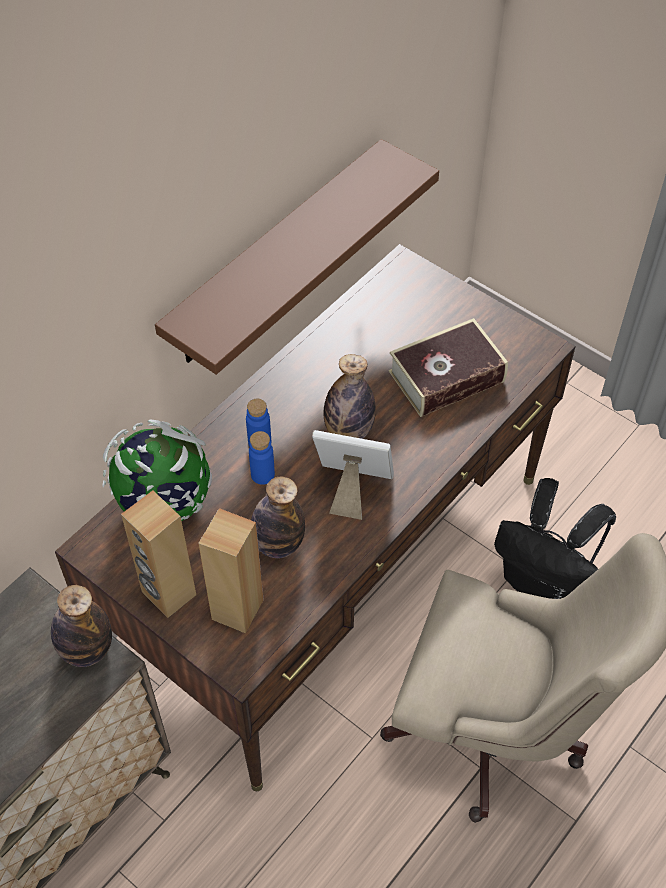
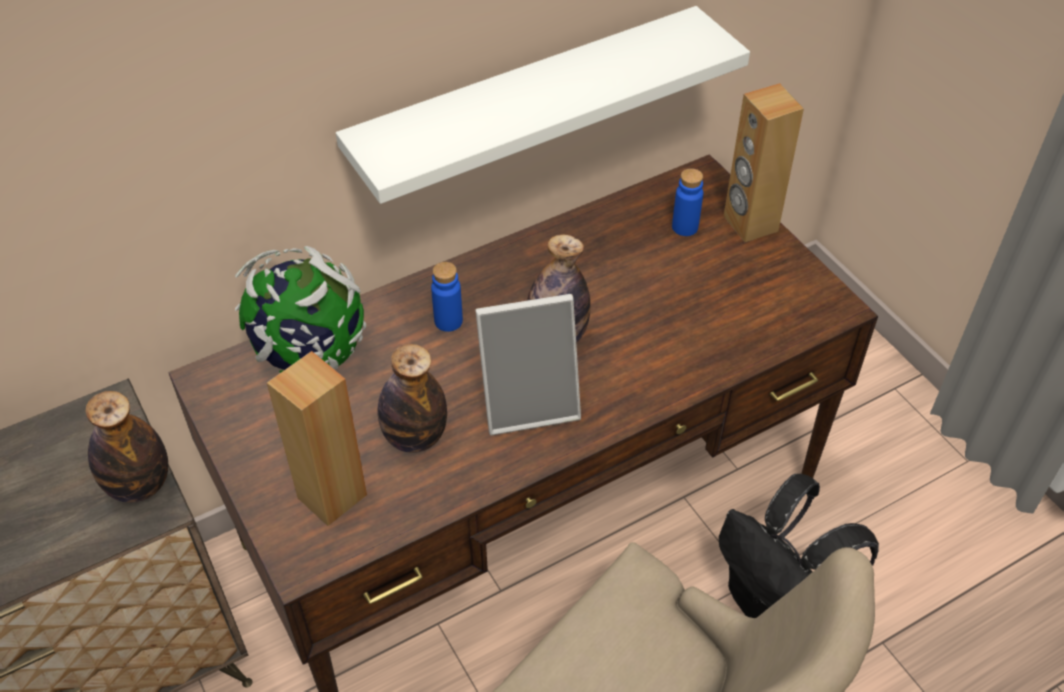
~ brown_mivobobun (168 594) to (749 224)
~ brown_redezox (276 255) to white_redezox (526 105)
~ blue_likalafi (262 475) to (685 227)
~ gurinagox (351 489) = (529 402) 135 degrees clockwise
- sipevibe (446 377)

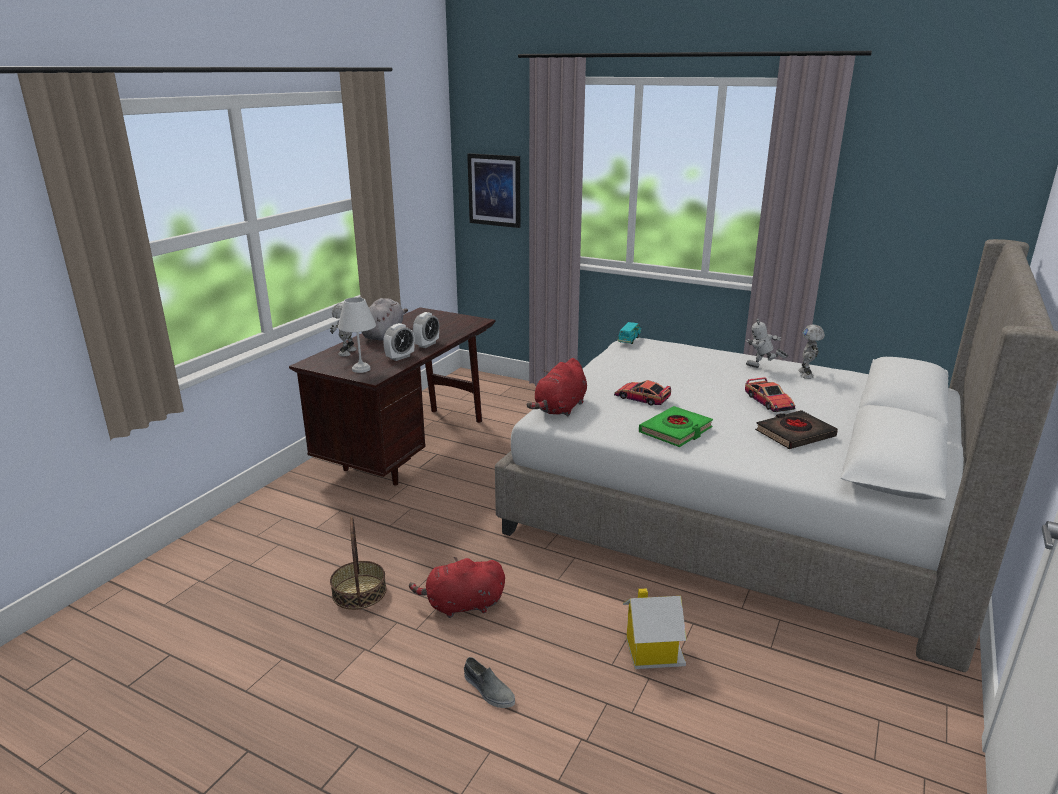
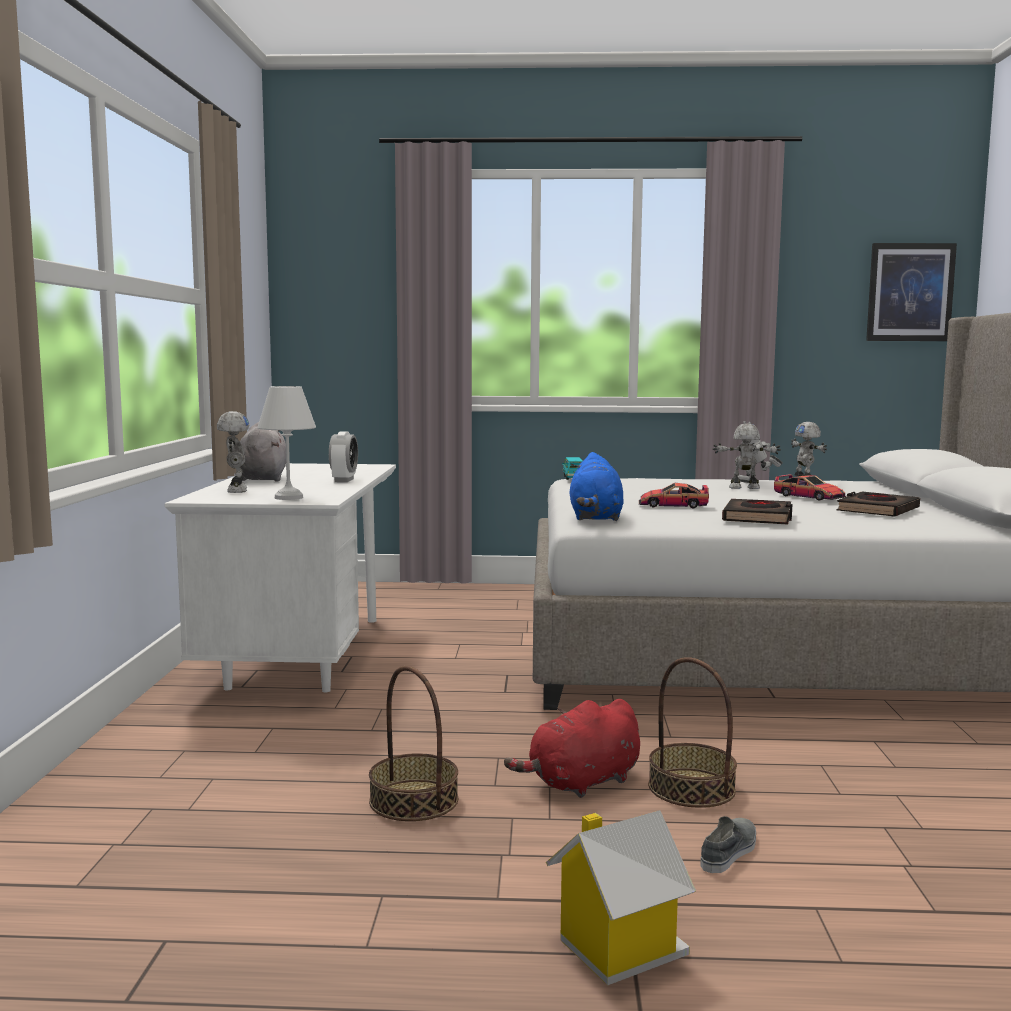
~ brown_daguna (408 449) to white_daguna (302 657)
- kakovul (400 357)
~ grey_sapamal (488 690) = (729 851) 75 degrees counterclockwise
~ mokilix (494 190) to (910 292)
~ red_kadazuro (560 409) to blue_kadazuro (595 518)
~ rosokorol (651 652) to (618 948)
~ green_sipevibe (676 431) to black_sipevibe (758 518)
+ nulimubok (691 788)
+ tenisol (744 488)

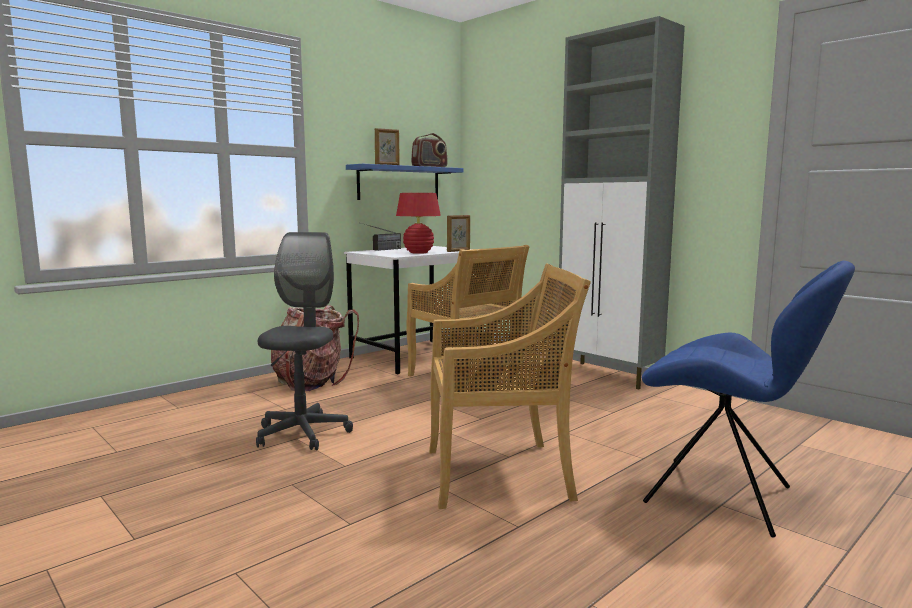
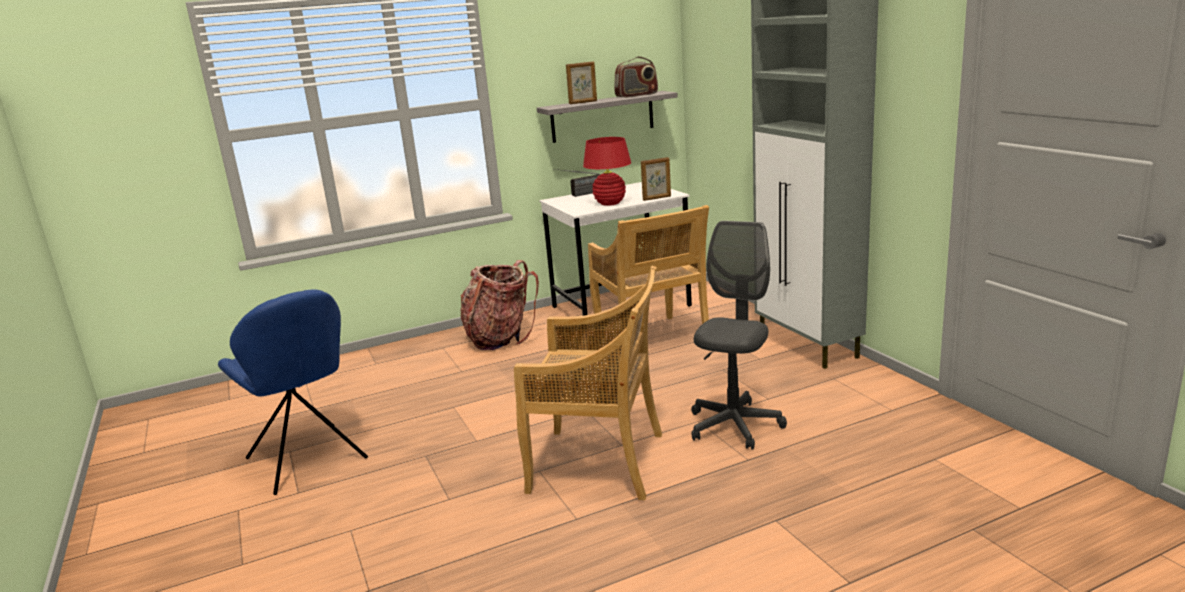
~ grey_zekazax (302 433) to (734 426)
~ blue_redezox (399 183) to grey_redezox (602 117)
~ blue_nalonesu (724 497) to (308 460)

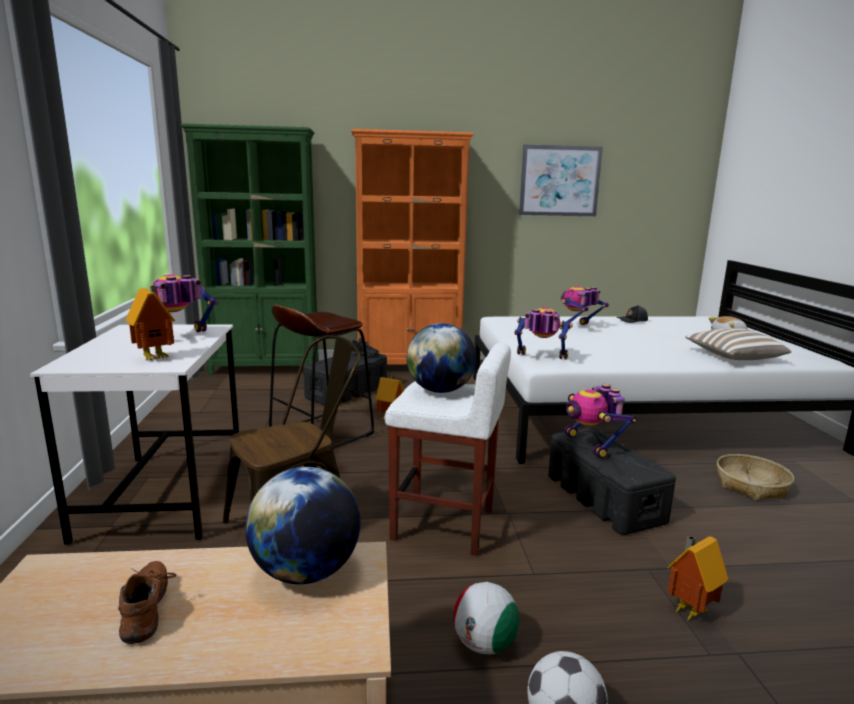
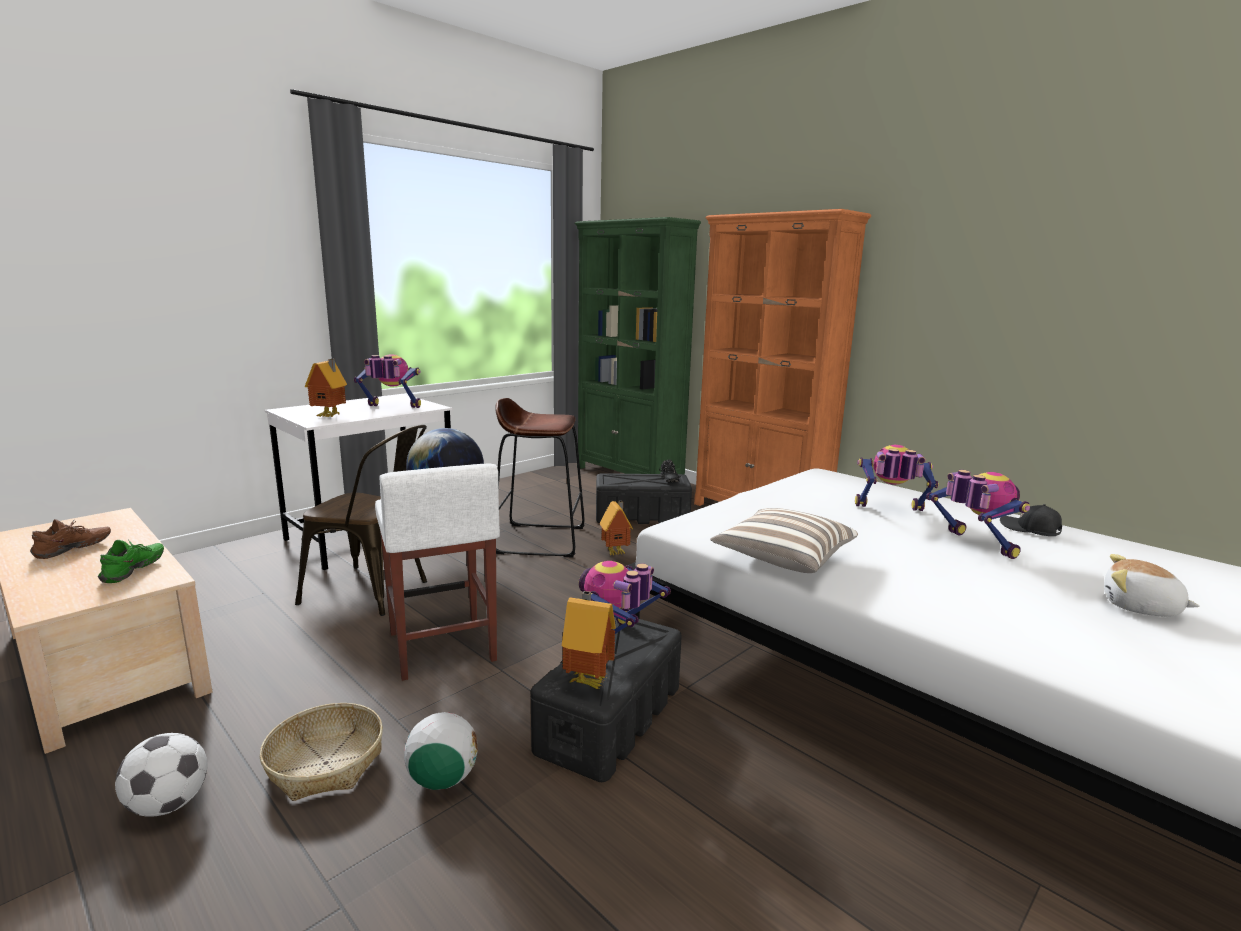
~ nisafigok (306 571) to green_sapamal (135 570)
~ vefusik (484 644) to (443 780)
~ tenisol (540 358) to (973 546)
- mokilix (559 181)
~ rosokorol (688 610) to (588 680)
~ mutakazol (733 357) to (782 558)
~ nulimubok (751 486) to (325 764)

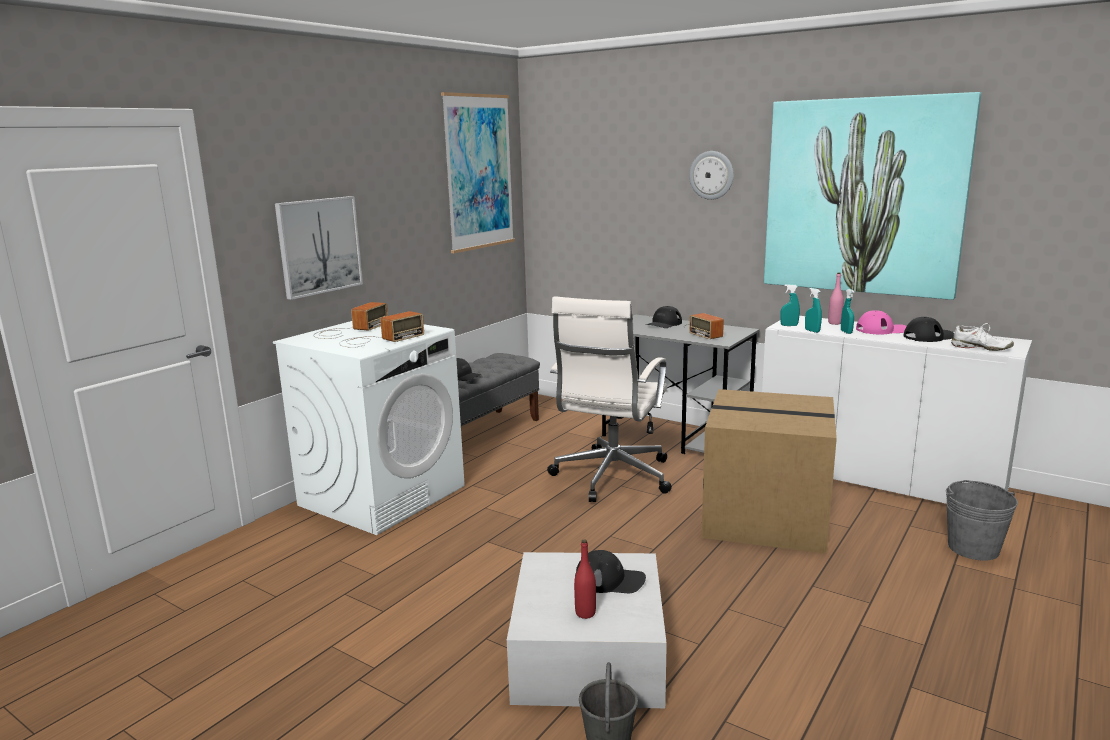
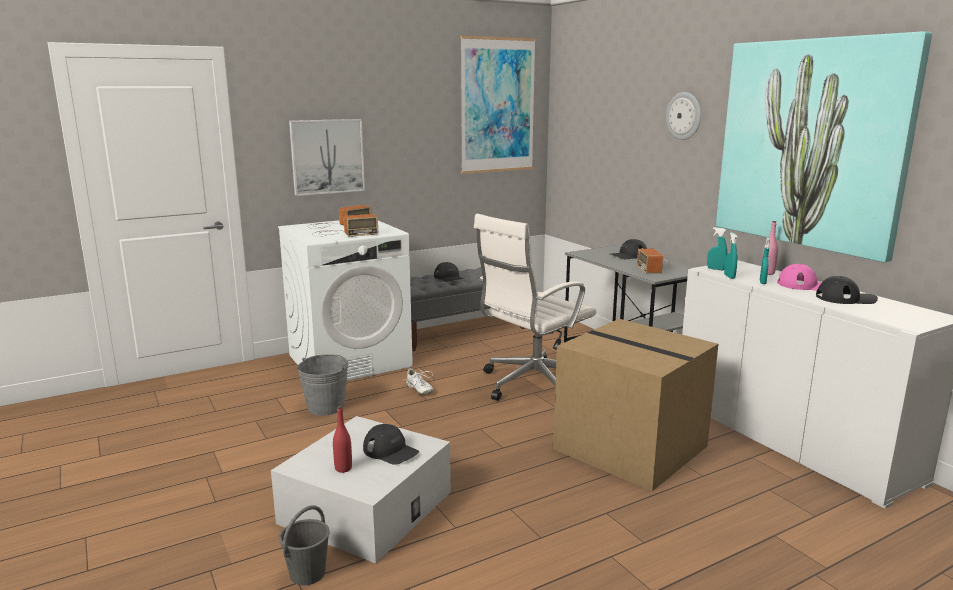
~ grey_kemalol (973 548) to (326 407)
~ white_sapamal (980 348) to (419 389)

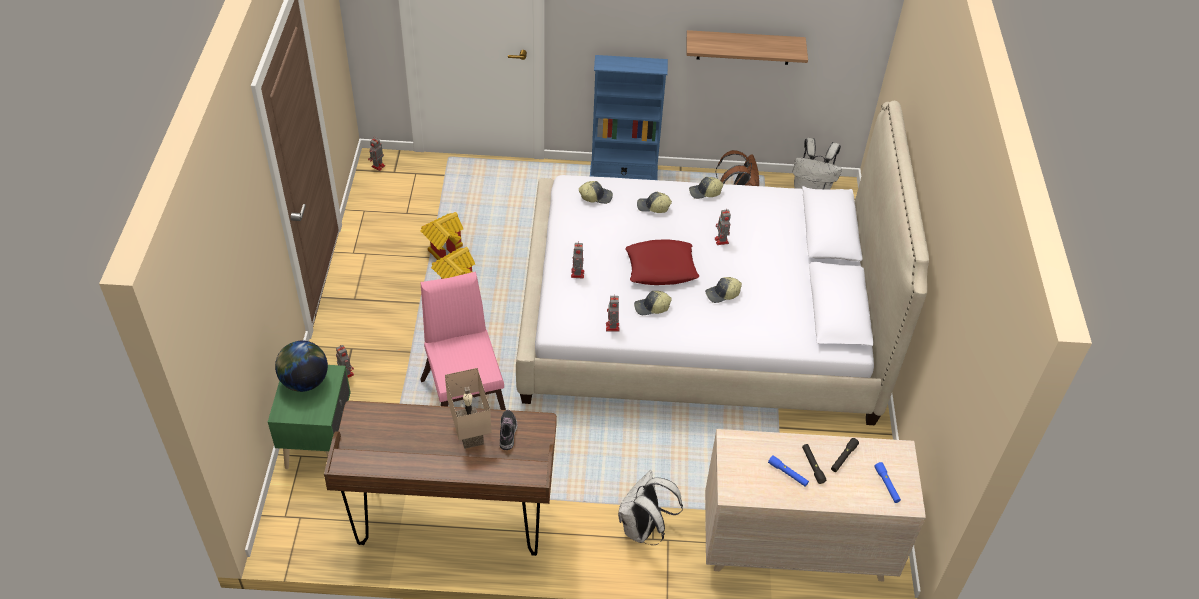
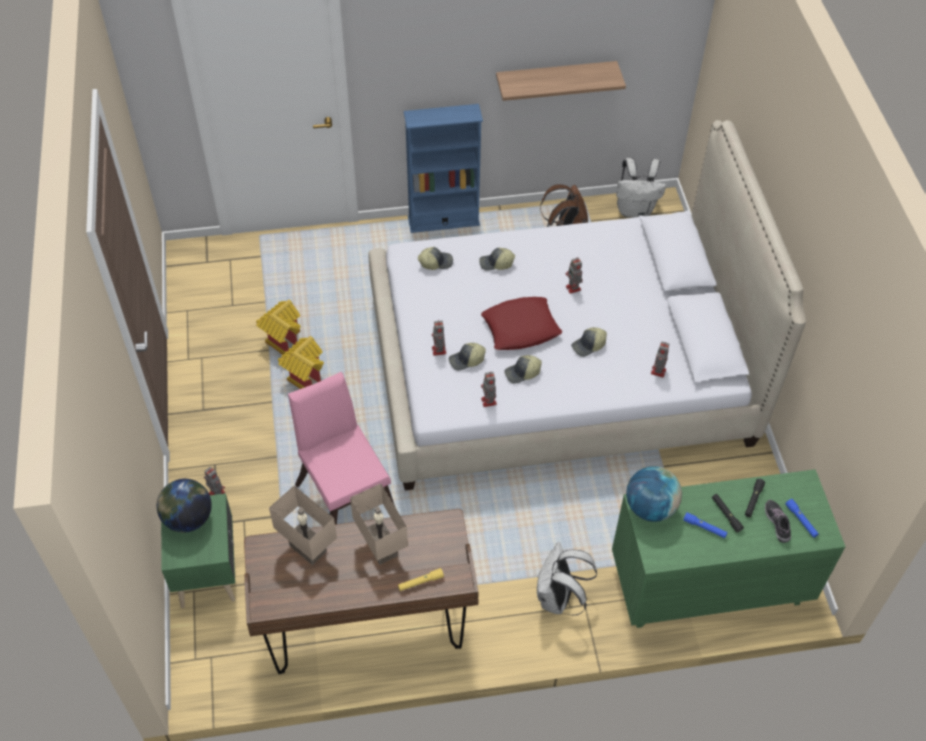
~ tenisol (377 166) to (658 372)
~ sapamal (507 432) to (777 523)
~ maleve (705 192) to (466 360)
~ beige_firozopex (795 545) to green_firozopex (708 585)
+ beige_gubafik (310 548)
+ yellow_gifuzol (420 582)
+ nisafigok (650 508)

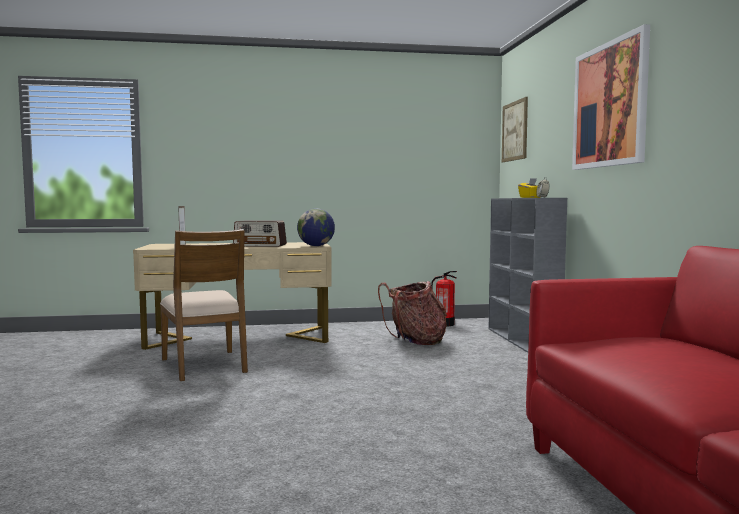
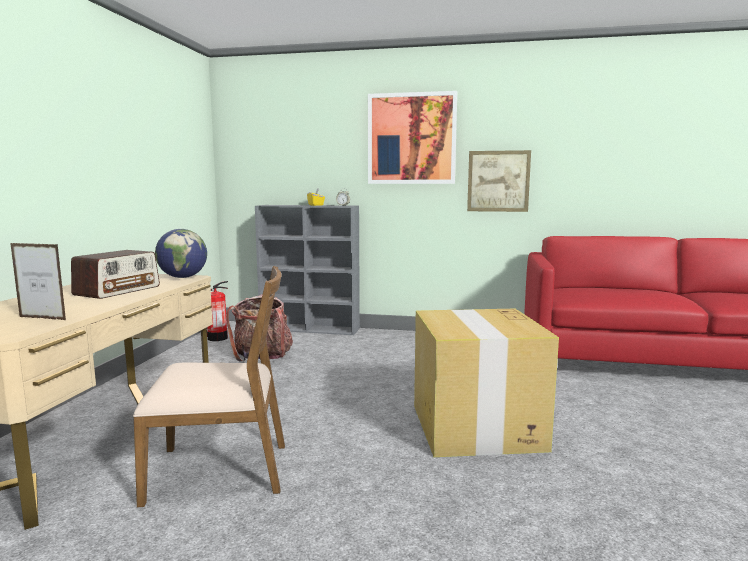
~ mokilix (515 131) to (498 181)
+ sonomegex (476 428)

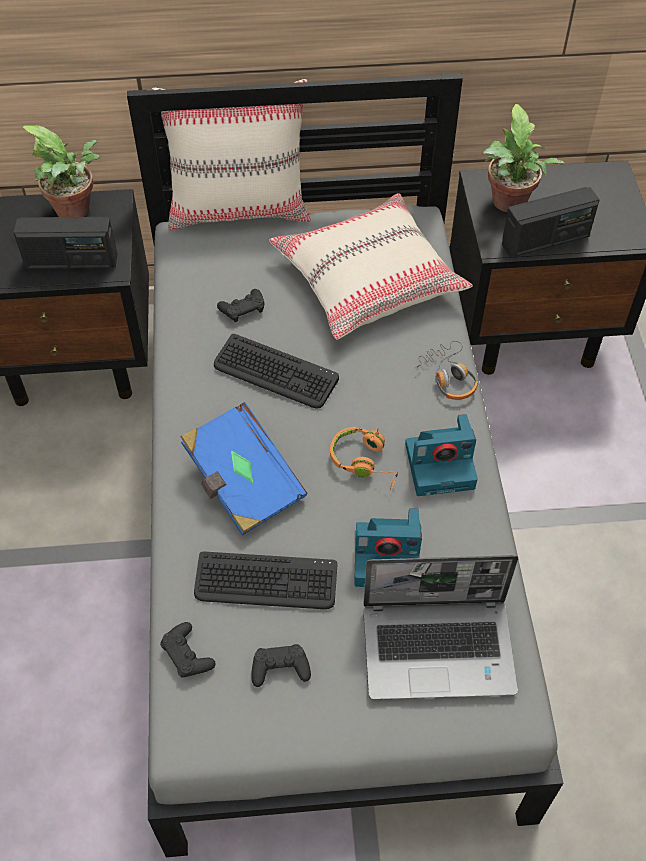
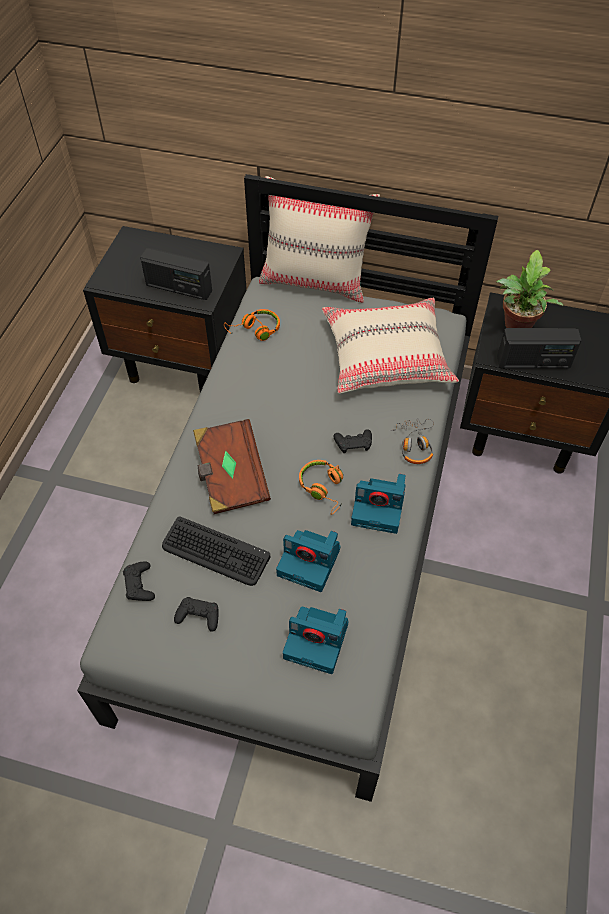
- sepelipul (77 211)
~ blue_sipevibe (243 483) to brown_sipevibe (230 477)
- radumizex (275 373)
~ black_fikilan (243 309) to (353 443)
~ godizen (440 648) to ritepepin (318 640)
+ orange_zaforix (255 330)

